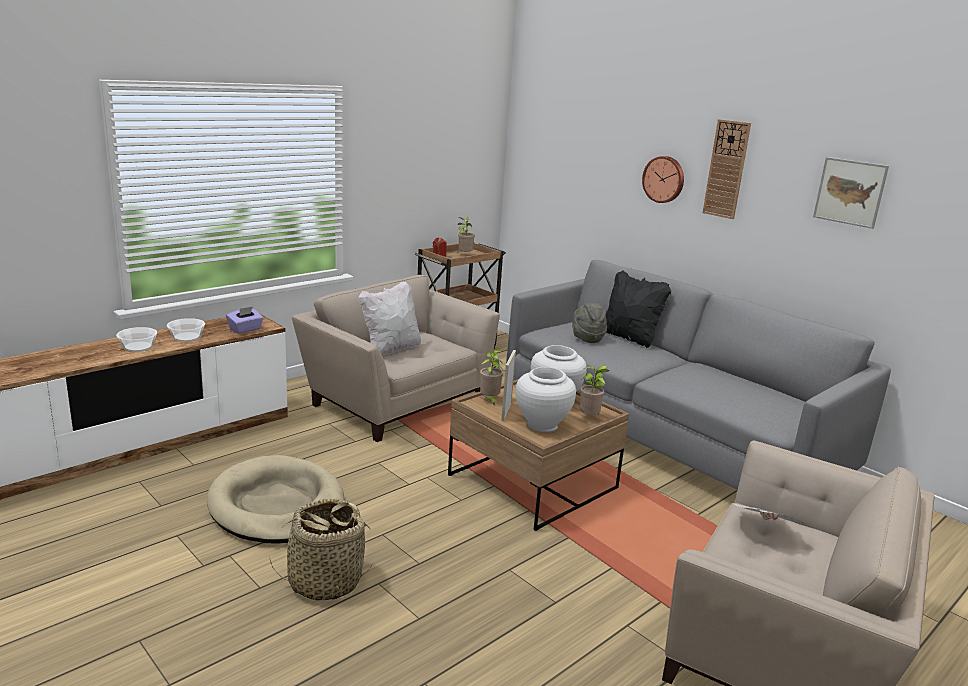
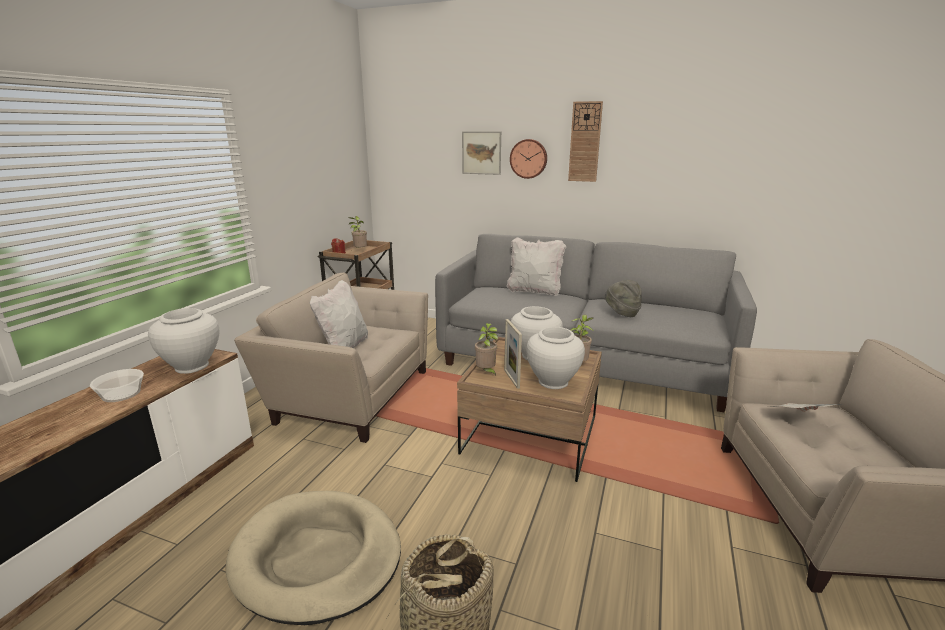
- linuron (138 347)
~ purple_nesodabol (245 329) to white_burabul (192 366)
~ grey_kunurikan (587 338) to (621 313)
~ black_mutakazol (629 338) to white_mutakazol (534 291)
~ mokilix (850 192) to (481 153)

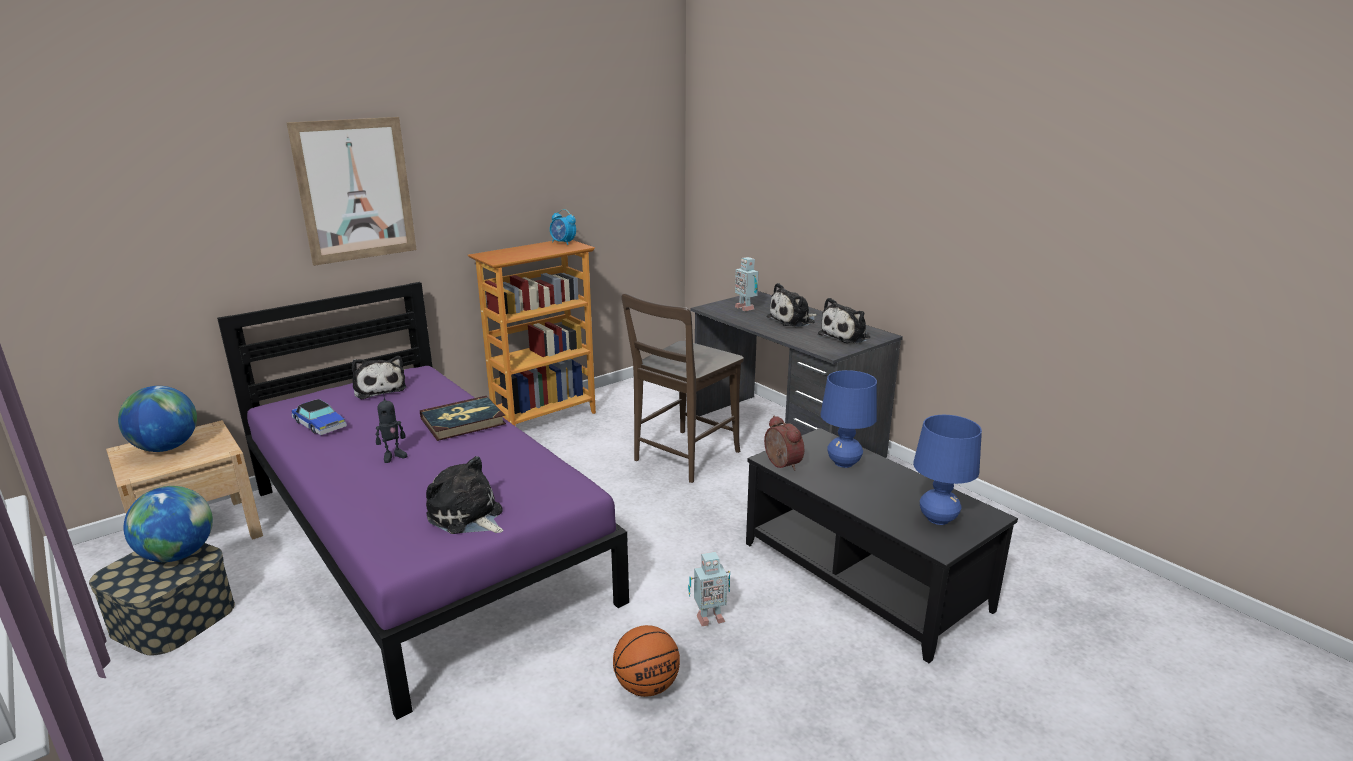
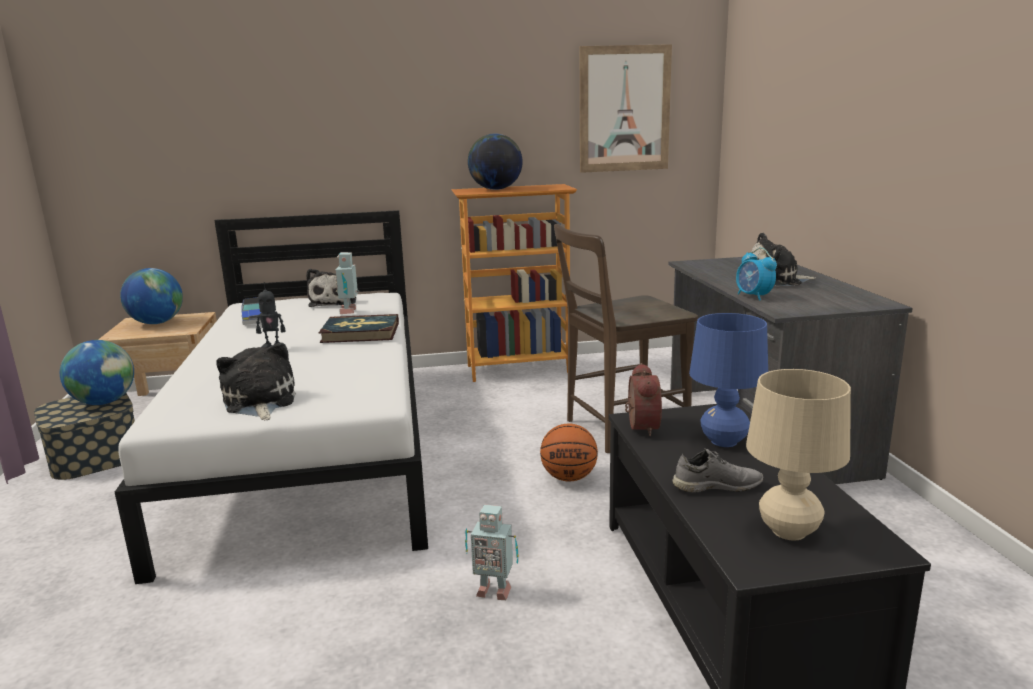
~ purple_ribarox (425 542) to white_ribarox (313 447)
~ mokilix (355 190) to (624 109)
~ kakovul (563 243) to (753 296)
~ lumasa (646 686) to (569 477)
~ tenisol (745 308) to (350 311)
- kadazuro (846 336)
~ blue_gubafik (938 519) to beige_gubafik (789 531)
+ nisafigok (495 189)
+ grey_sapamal (716 485)

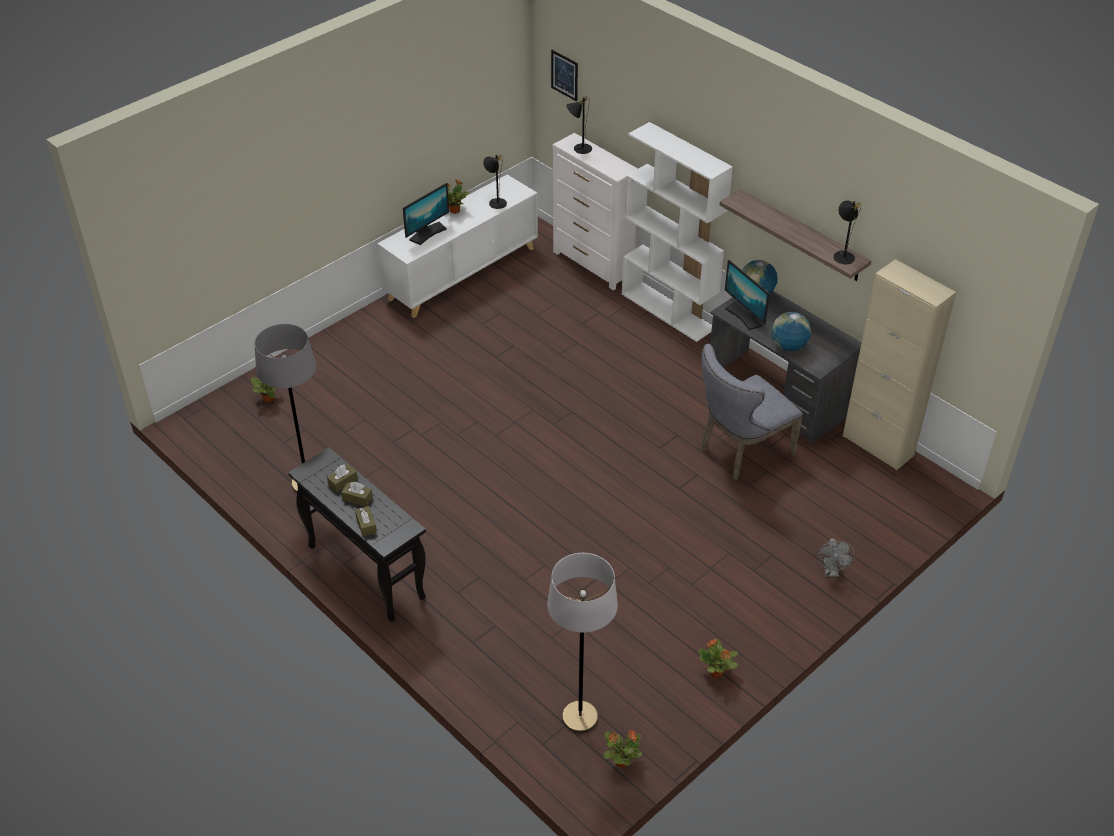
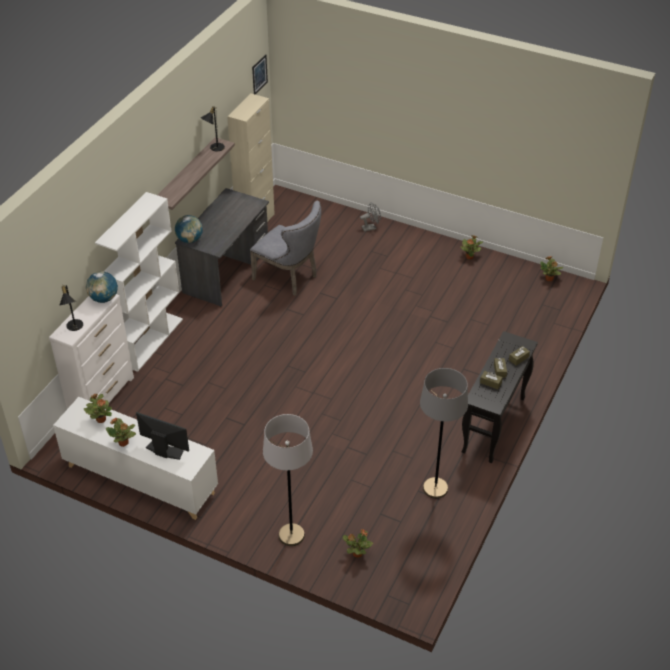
~ black_gubafik (496 201) to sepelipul (101 419)
~ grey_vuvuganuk (580 718) to (291 535)
~ mokilix (564 75) to (259 74)
- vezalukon (744 316)
~ nisafigok (788 346) to (104 298)

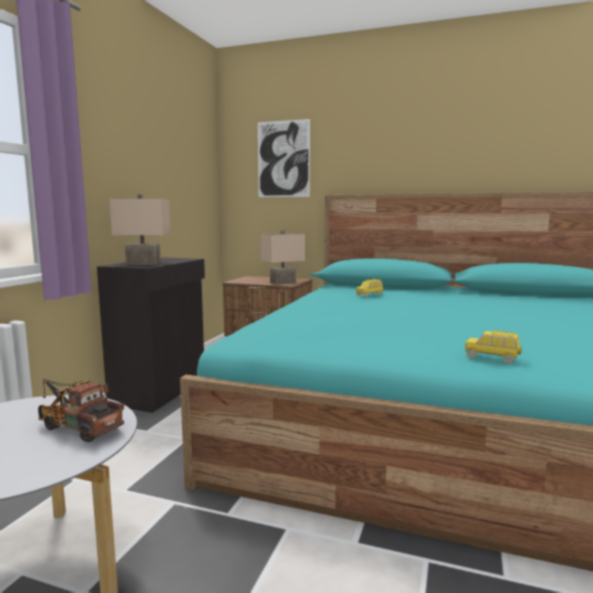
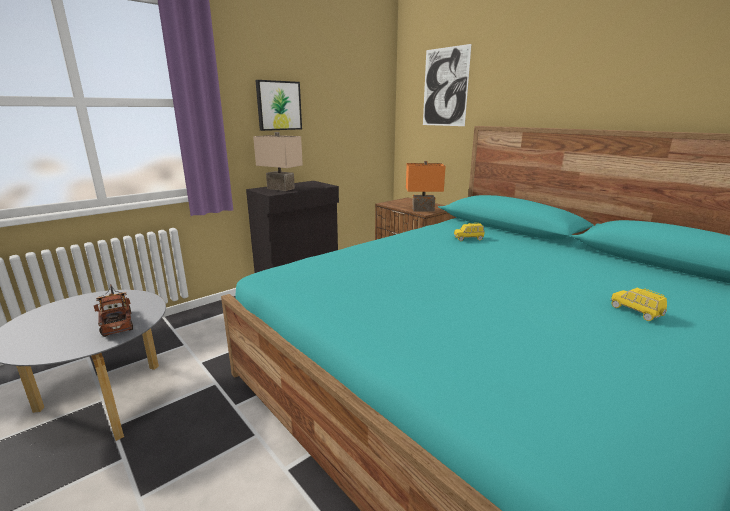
~ beige_gubafik (283 283) to orange_gubafik (423 210)
~ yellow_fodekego (492 358) to (636 312)
+ mokilix (278 105)

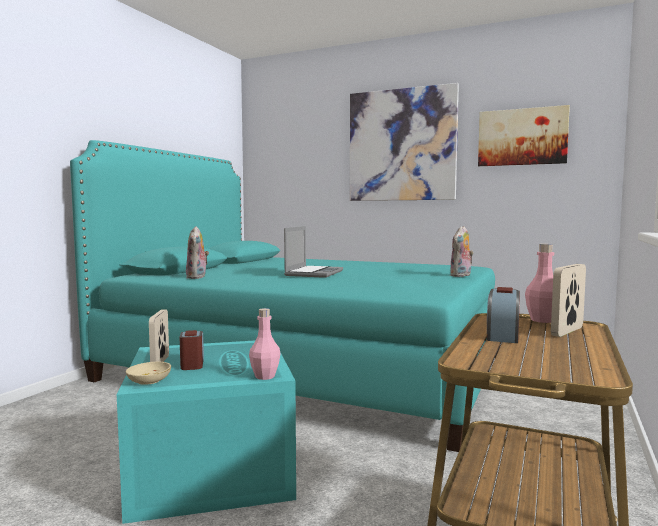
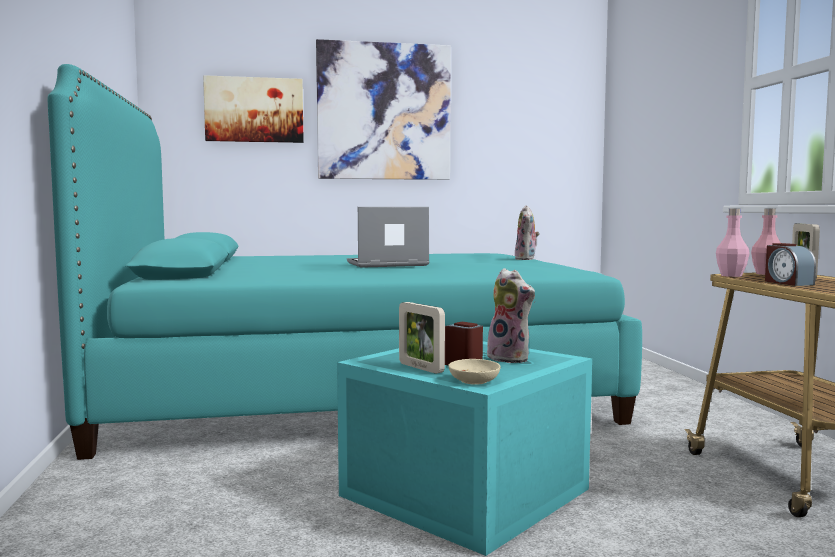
~ kadazuro (197 277) to (511 358)
~ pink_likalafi (265 376) to (731 275)
~ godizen (313 273) = (386 264) 90 degrees counterclockwise
~ mokilix (522 137) to (254 110)

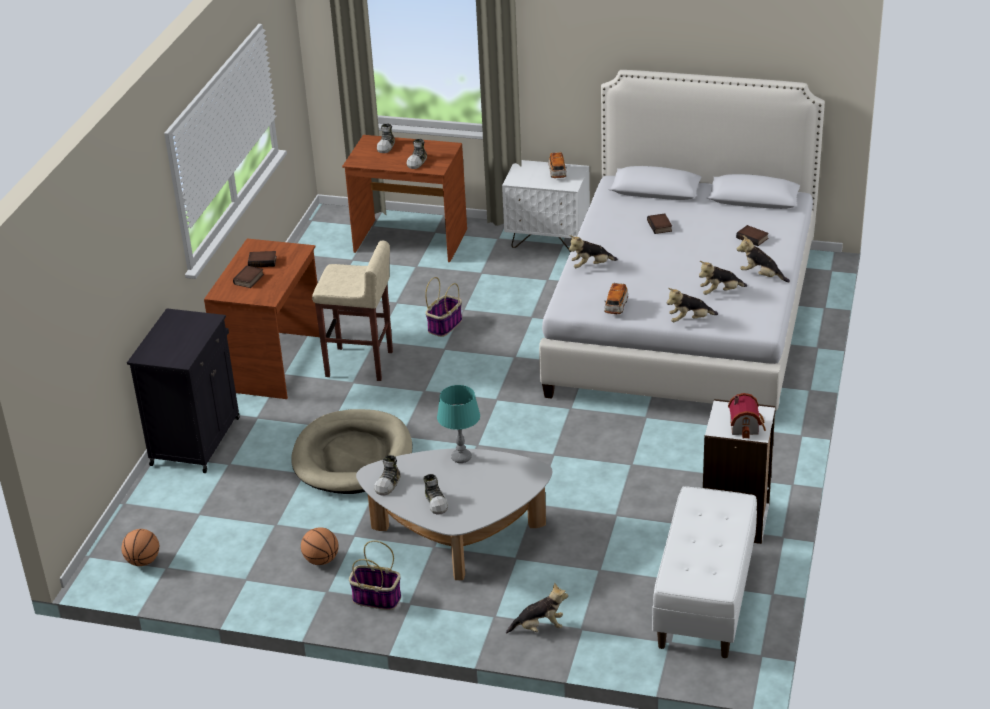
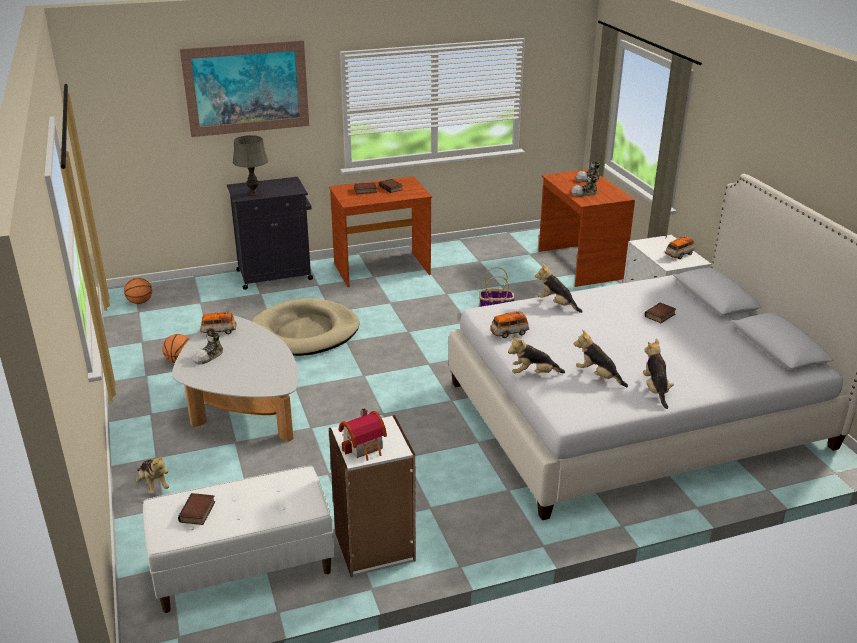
- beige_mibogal (360 364)
- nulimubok (375 598)
~ sapamal (388 484) to fodekego (218 331)
- turquoise_gubafik (461 458)
~ kadazuro (689 320) = (533 374) 45 degrees counterclockwise
~ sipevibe (753 238) to (198 512)
+ mokilix (247 88)
+ grey_gubafik (253 194)

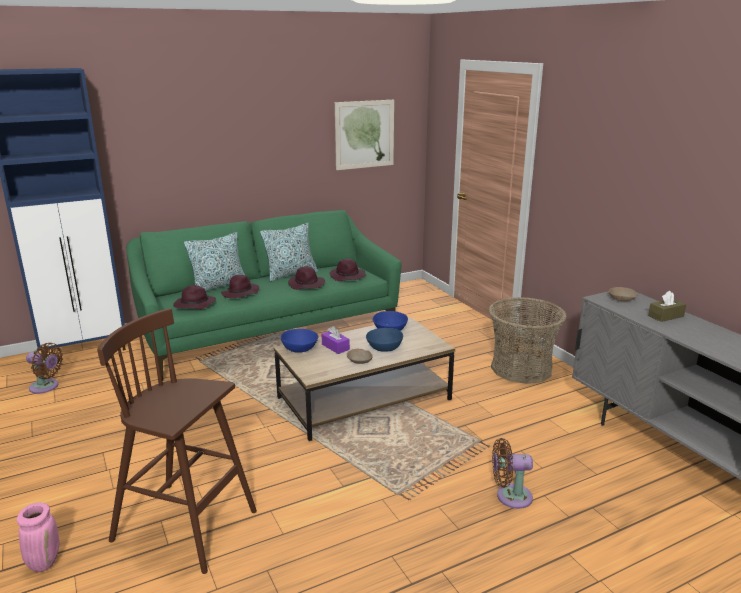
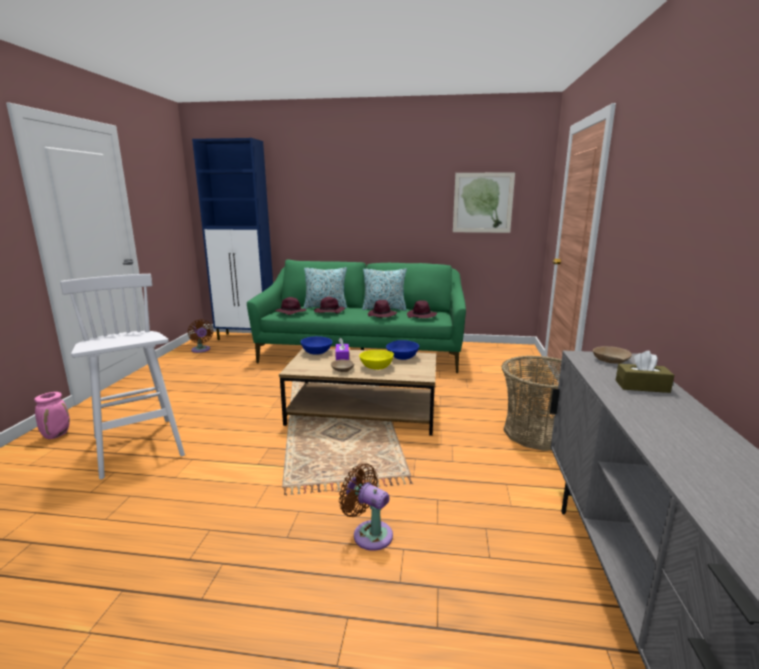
~ brown_mibogal (187 526) to white_mibogal (138 447)
~ blue_linuron (384 348) to yellow_linuron (376 367)

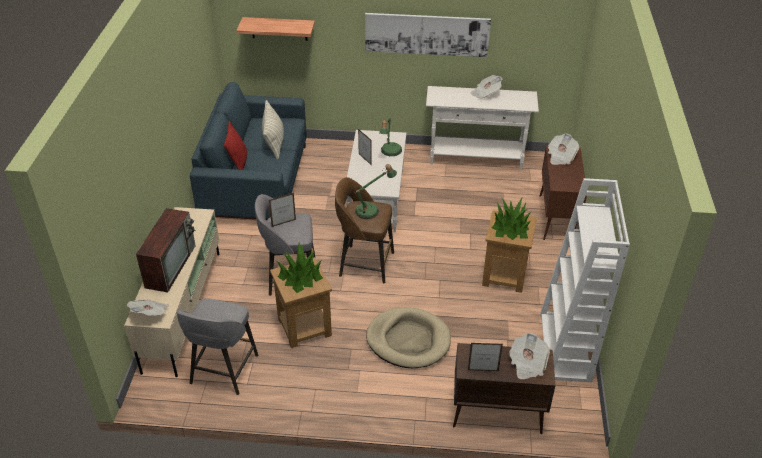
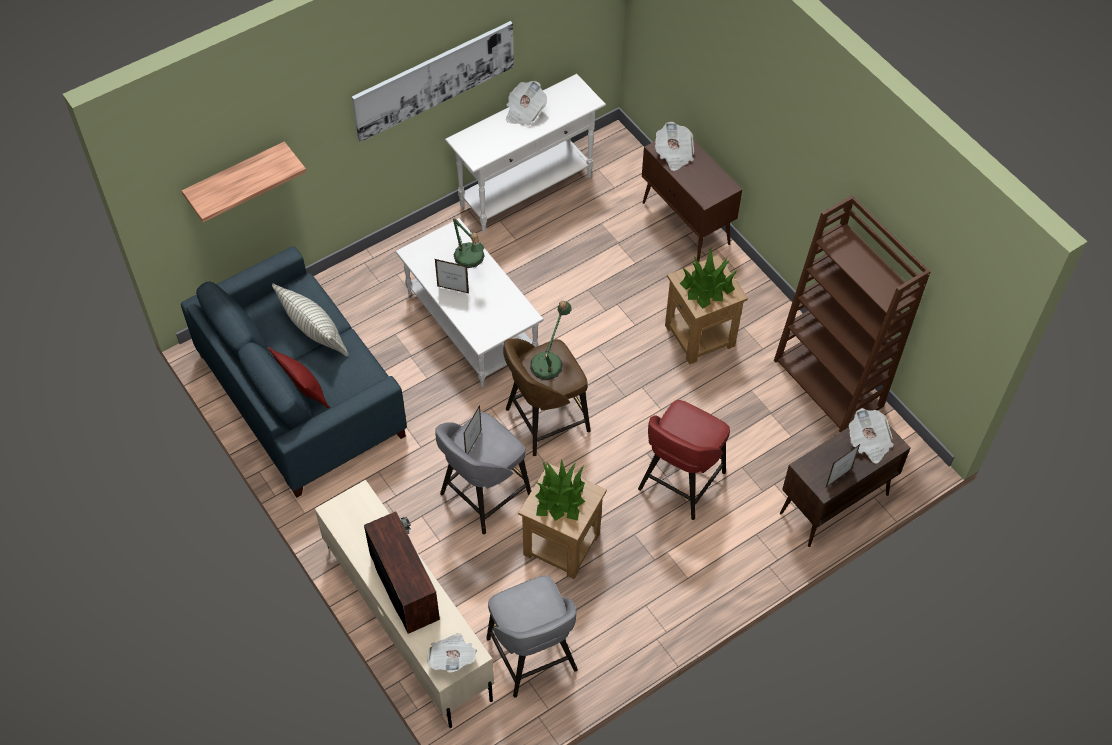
~ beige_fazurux (408 340) to red_mibogal (680 483)
~ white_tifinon (565 347) to brown_tifinon (829 383)

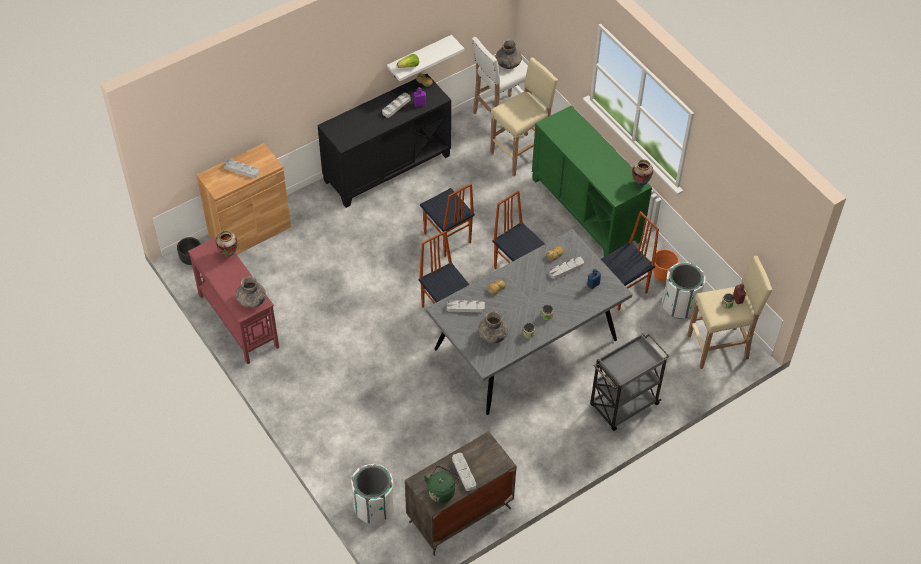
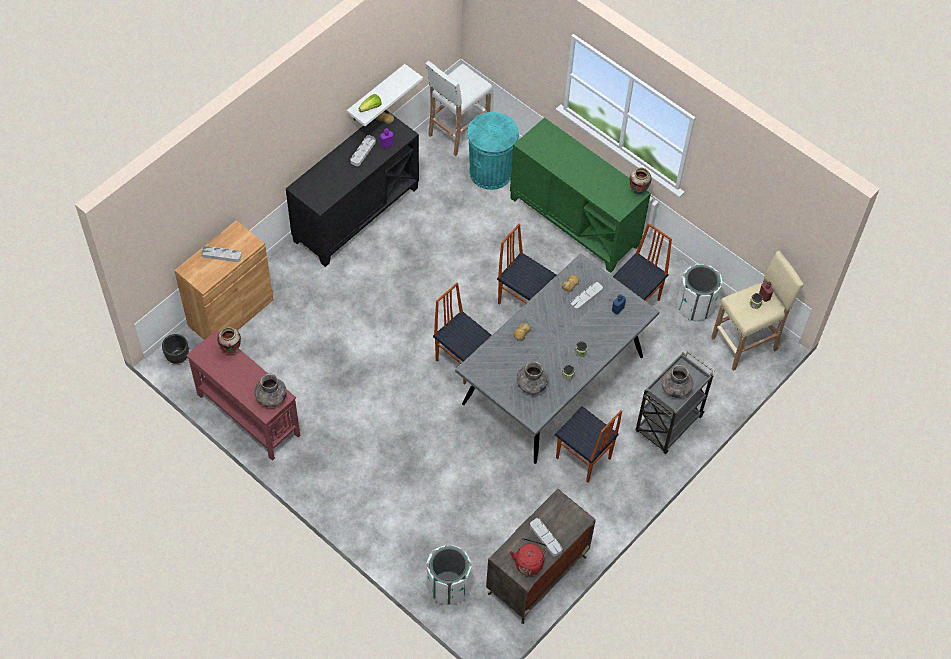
~ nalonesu (447 238) to (583 459)
~ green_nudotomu (442 491) to red_nudotomu (529 562)
- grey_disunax (465 307)
~ beige_mibogal (520 154) to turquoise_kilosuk (491 172)
~ grey_burabul (508 63) to (675 388)
- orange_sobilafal (662 275)

